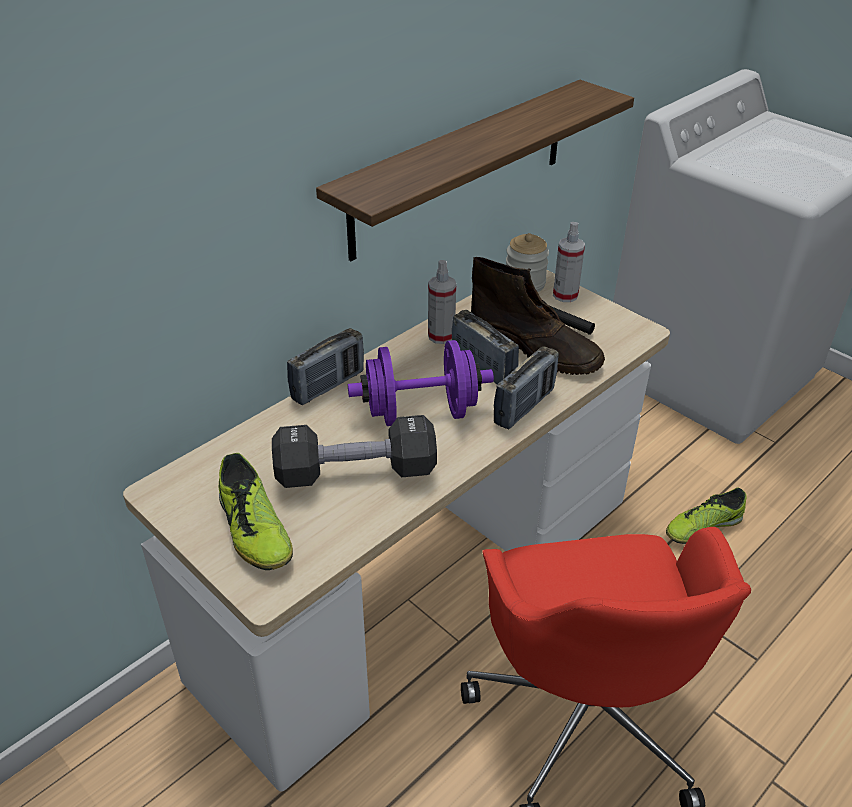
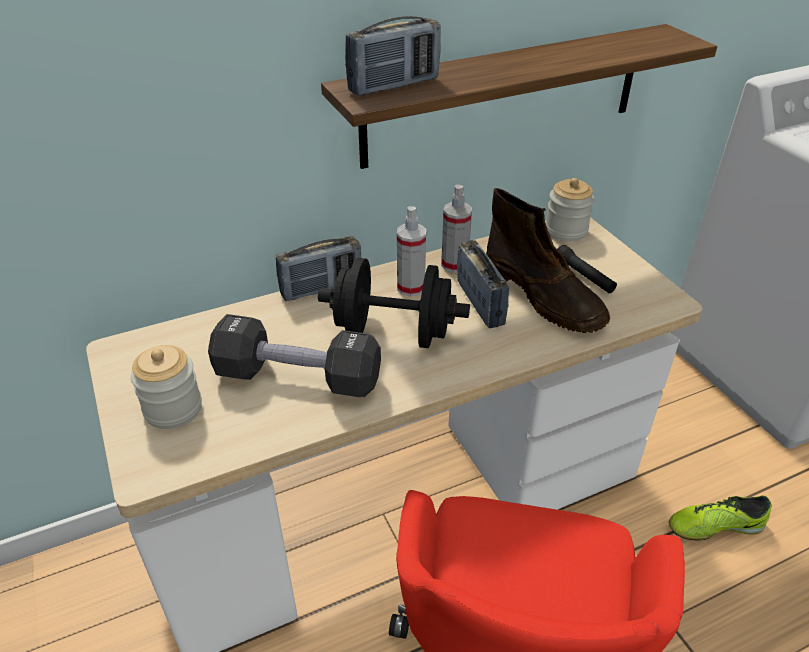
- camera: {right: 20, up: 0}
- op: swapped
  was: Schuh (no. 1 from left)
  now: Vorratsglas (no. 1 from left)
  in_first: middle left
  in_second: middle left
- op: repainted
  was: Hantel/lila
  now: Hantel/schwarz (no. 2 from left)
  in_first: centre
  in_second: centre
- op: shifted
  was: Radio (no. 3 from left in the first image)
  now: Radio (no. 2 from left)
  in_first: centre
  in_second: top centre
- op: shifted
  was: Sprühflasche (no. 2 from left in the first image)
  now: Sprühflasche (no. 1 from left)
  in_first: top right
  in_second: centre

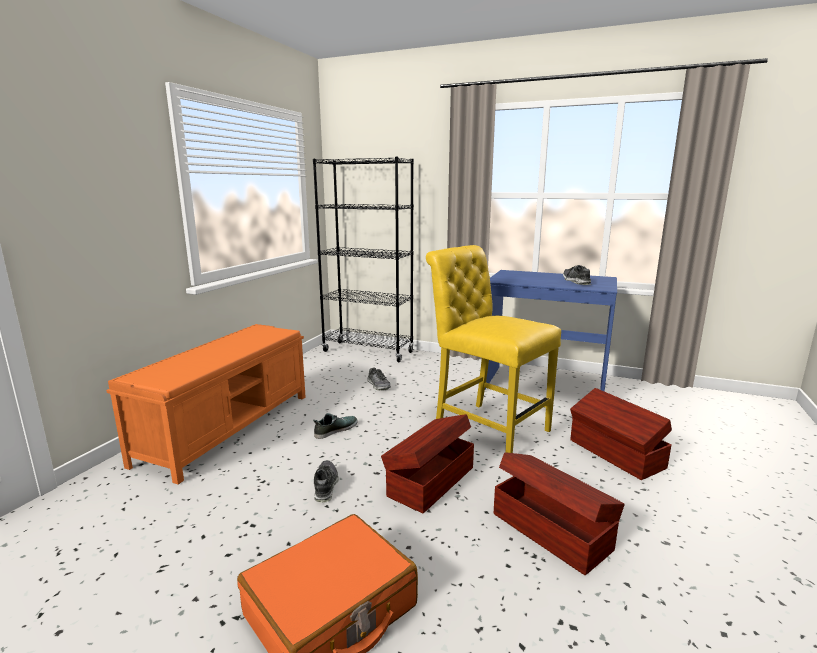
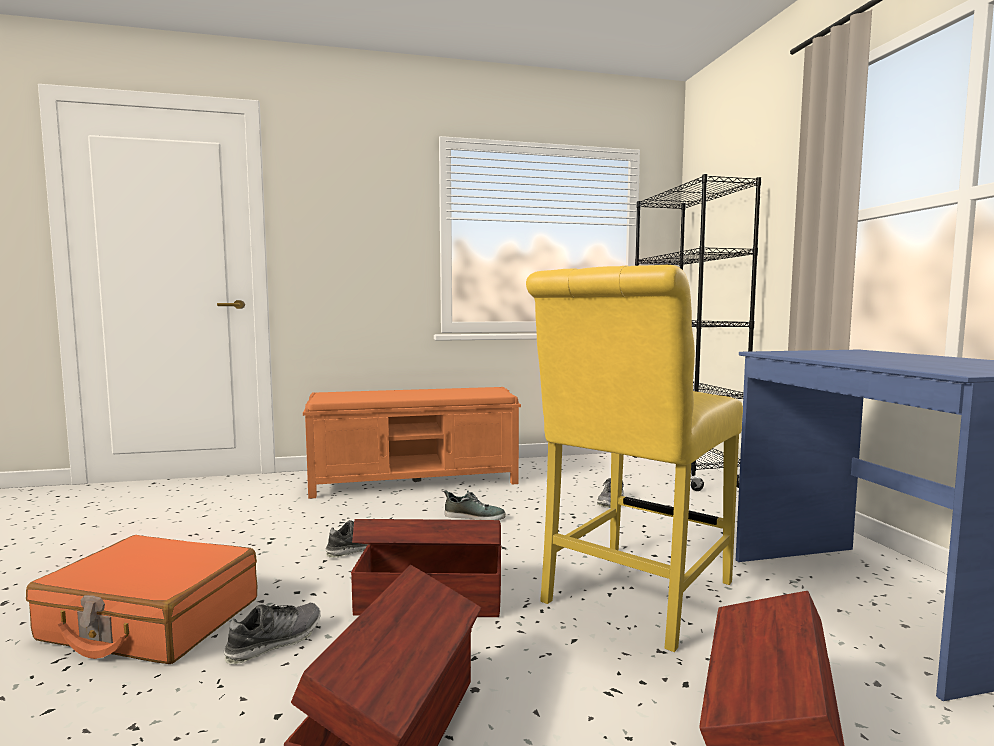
- camera: {right: 55, up: -10}
- op: shifted
  was: Schuh (no. 4 from left in the first image)
  now: Schuh (no. 1 from left)
  in_first: middle right
  in_second: bottom left
- op: rotated
  was: Stuhl/gelb
  in_first: centre
  in_second: centre
  clockwise: -150

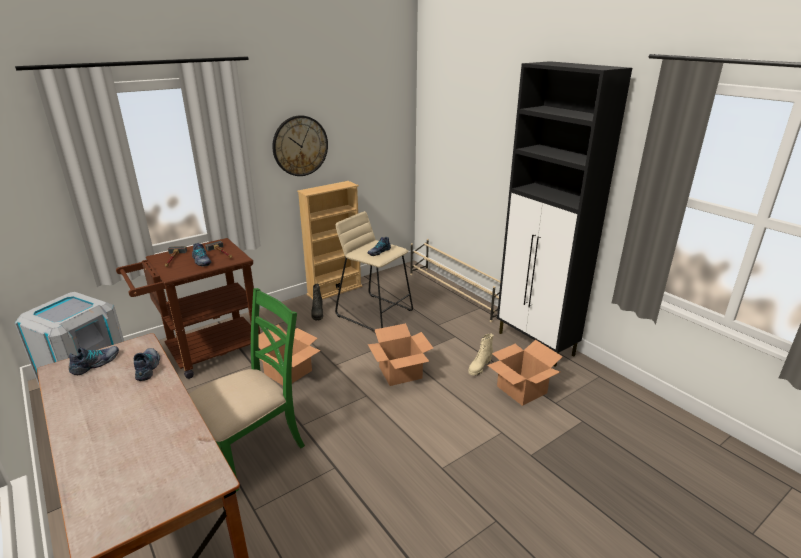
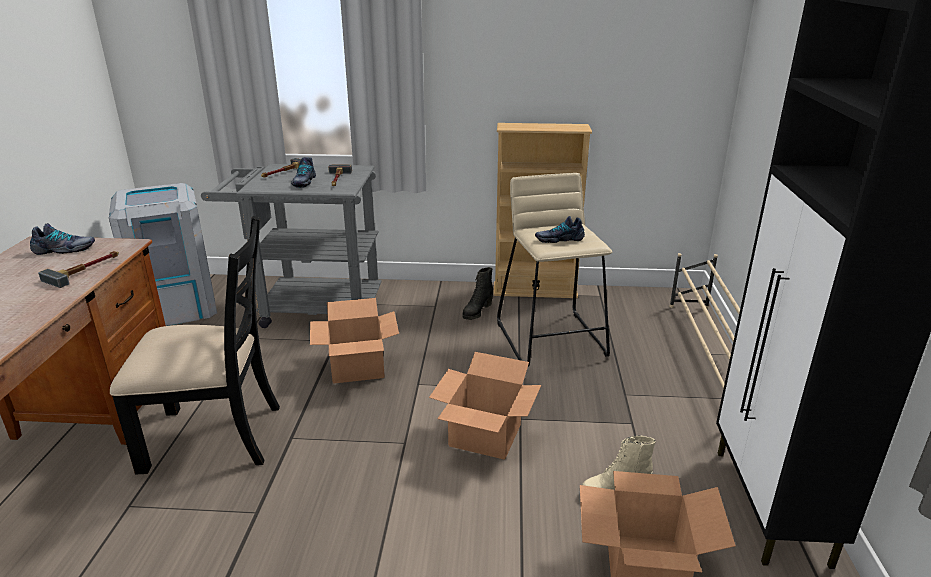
- camera: {right: 40, up: 0}
- op: swapped
  was: Schuh (no. 2 from left)
  now: Hammer (no. 1 from left)
  in_first: middle left
  in_second: middle left
- op: repainted
  was: Stuhl/grün
  now: Stuhl/schwarz
  in_first: bottom left
  in_second: middle left
- op: repainted
  was: Rollwagen/braun
  now: Rollwagen/grau
  in_first: middle left
  in_second: middle left
- op: gone
  was: Wanduhr
  in_first: top centre

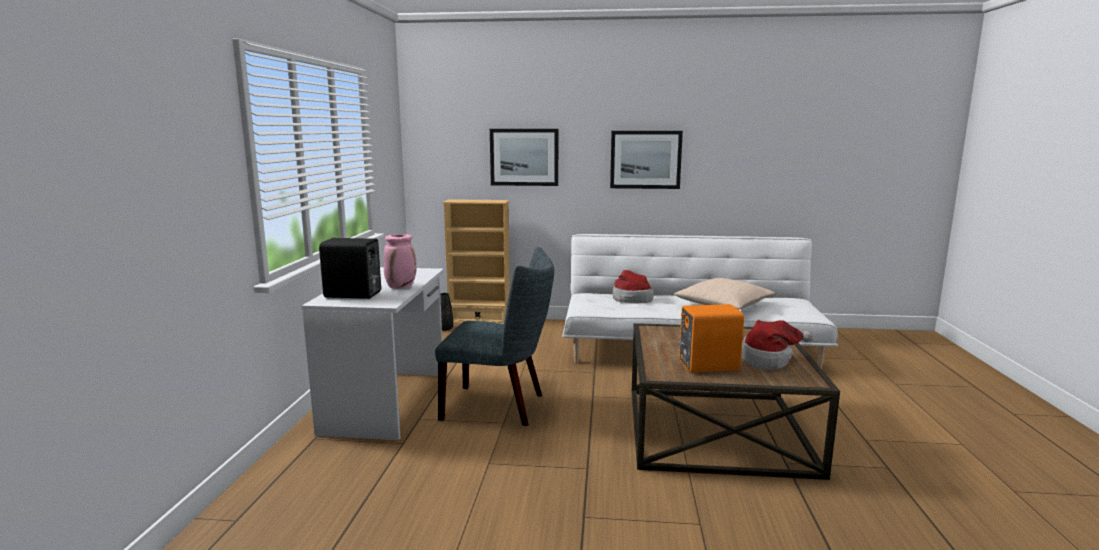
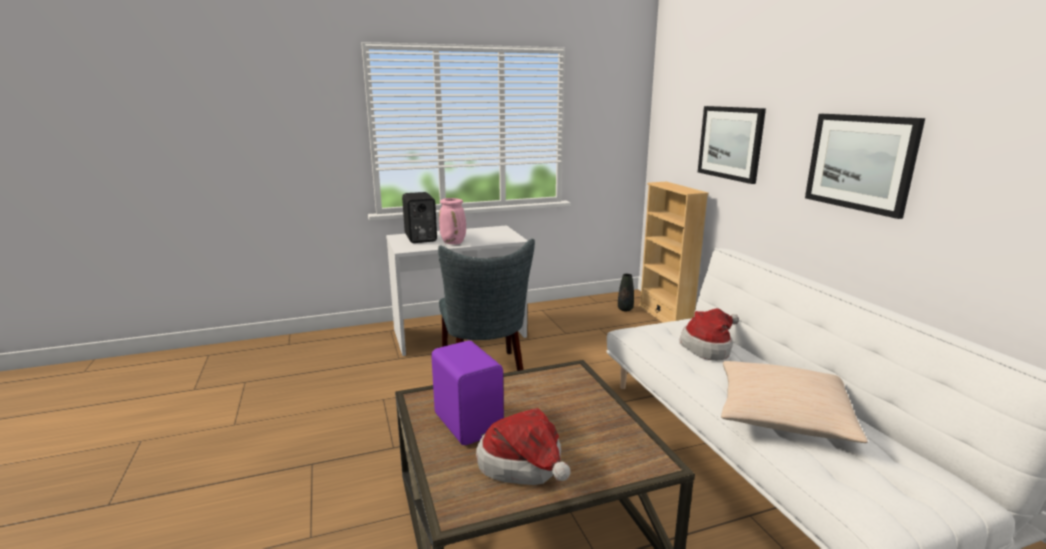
- camera: {right: 65, up: 5}
- op: repainted
  was: Lautsprecher/orange
  now: Lautsprecher/lila
  in_first: centre
  in_second: bottom centre

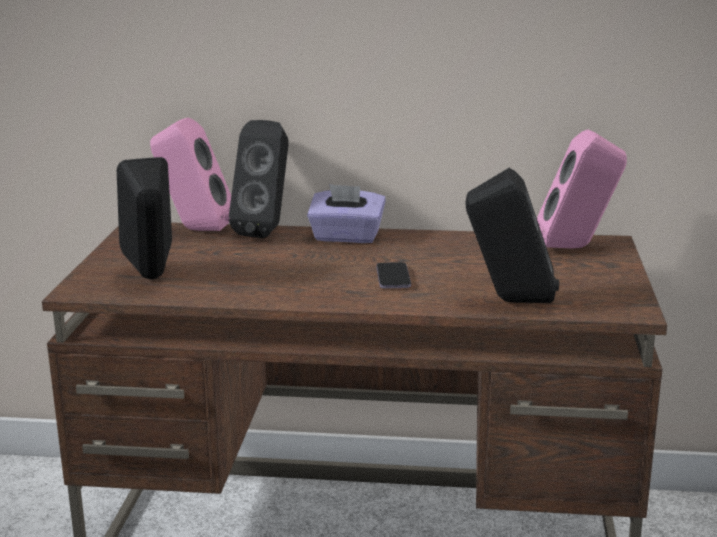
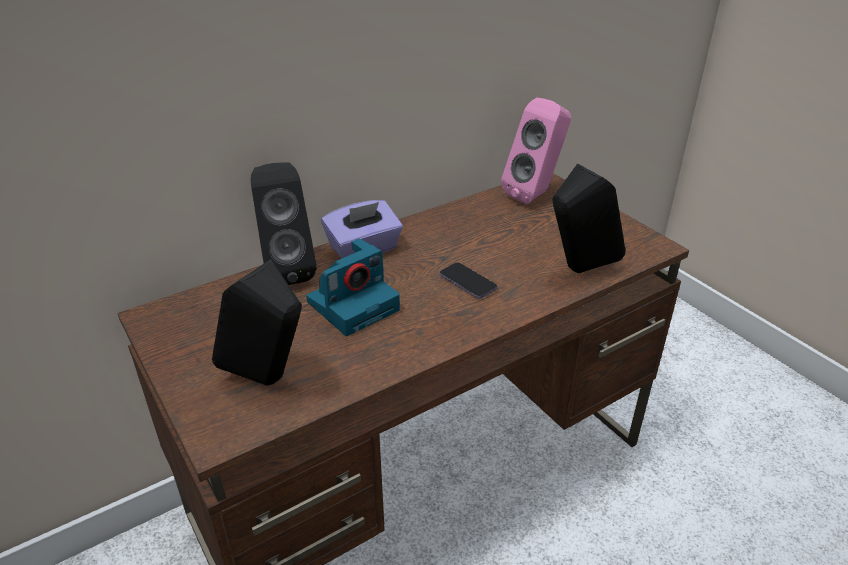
- camera: {right: -40, up: 15}
- op: new
  now: Kamera
  in_second: centre
- op: gone
  was: Lautsprecher/rosa (no. 1 from left)
  in_first: top left

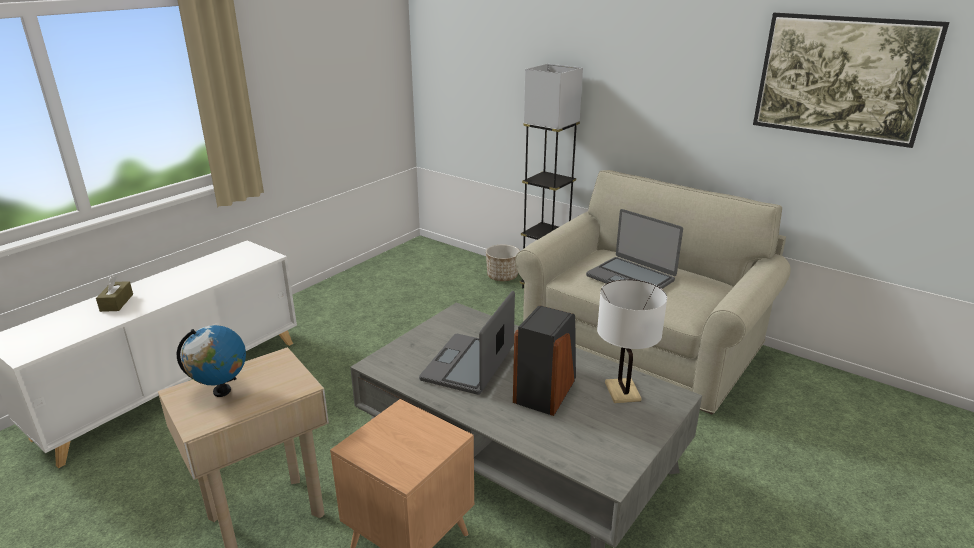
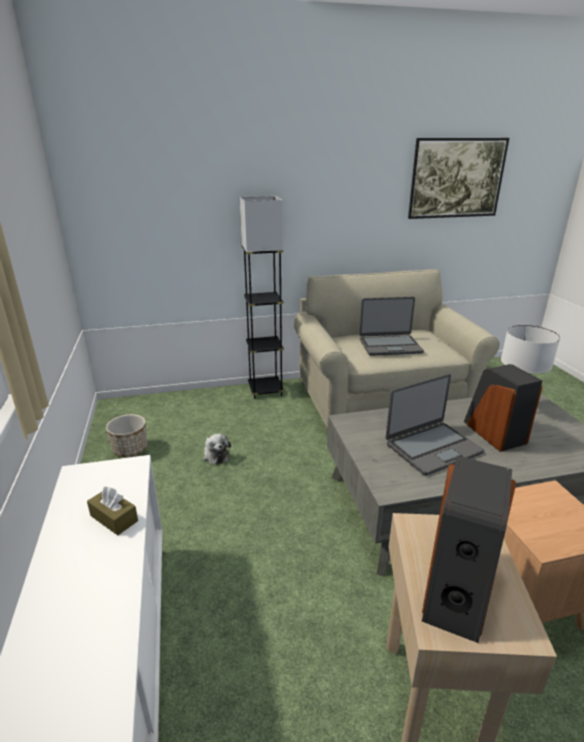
- camera: {right: -50, up: 0}
- op: shifted
  was: Taschentuchbox/braun
  in_first: middle left
  in_second: bottom left
- op: shifted
  was: Pflanzkübel
  in_first: centre
  in_second: middle left
- op: new
  now: Plüschtier
  in_second: centre
- op: rotated
  was: Laptop (no. 1 from left in the first image)
  in_first: centre
  in_second: middle right
  clockwise: -90
- op: swapped
  was: Globus
  now: Lautsprecher (no. 1 from left)
  in_first: middle left
  in_second: bottom right

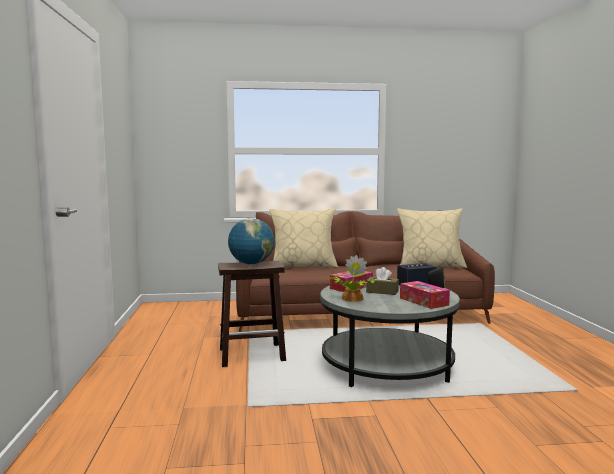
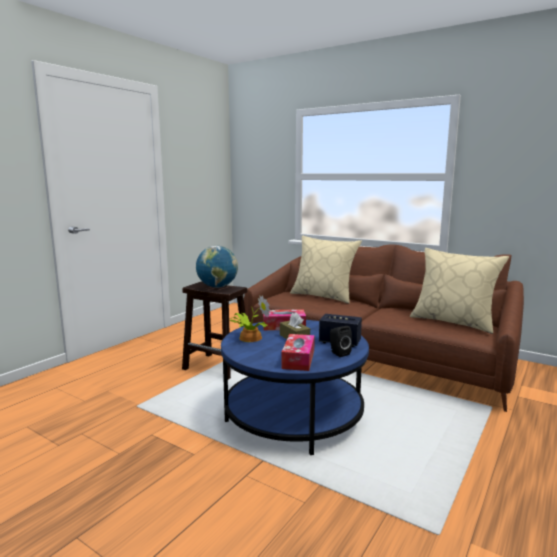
- camera: {right: 40, up: 5}
- op: repainted
  was: Couchtisch/grau
  now: Couchtisch/blau
  in_first: bottom centre
  in_second: bottom centre

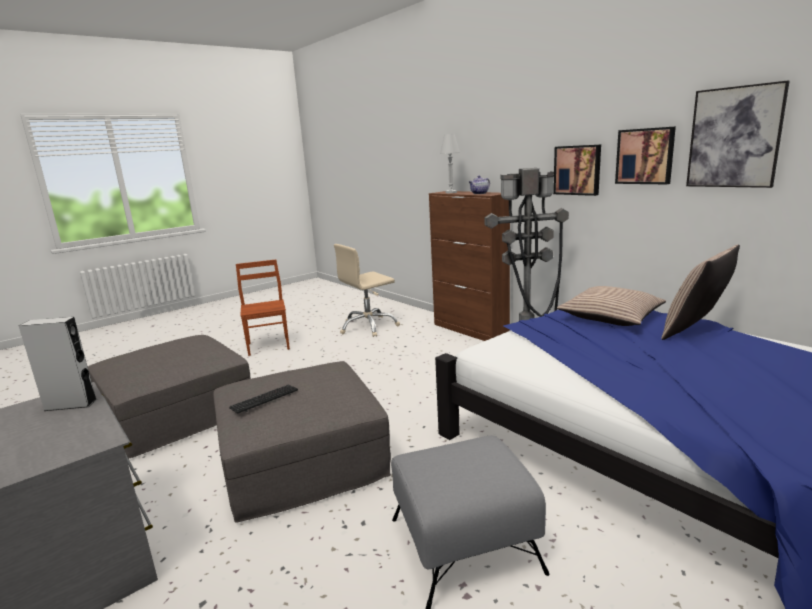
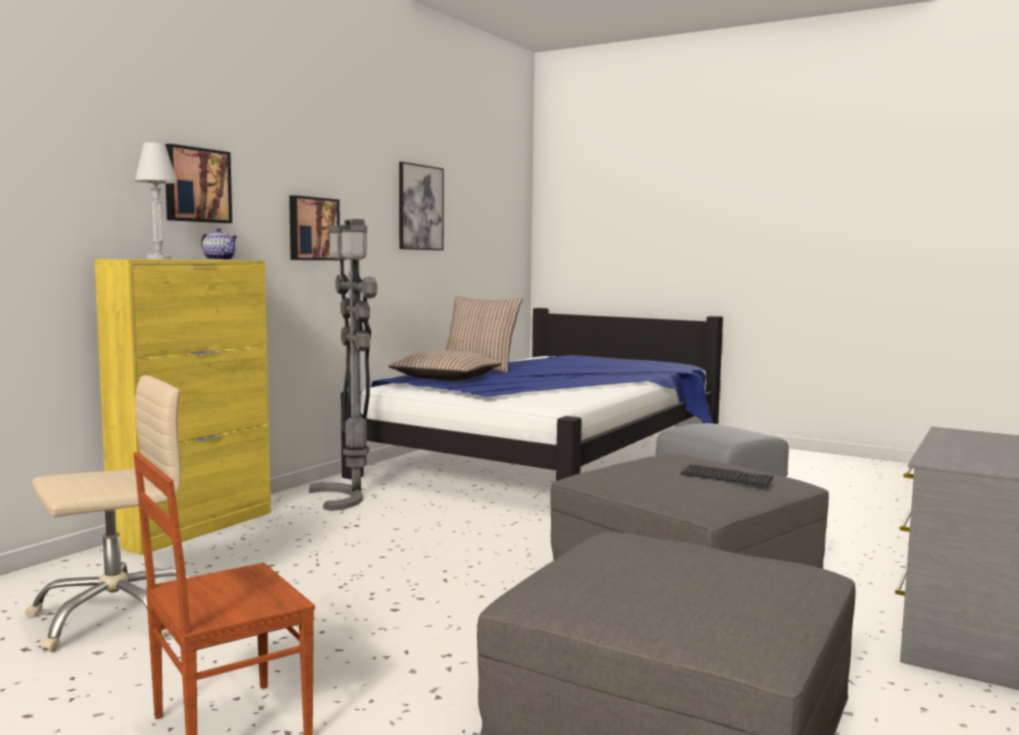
- camera: {right: -110, up: -10}
- op: rotated
  was: Bürostuhl/beige
  in_first: centre
  in_second: bottom left
  clockwise: -75
- op: repainted
  was: Schrank/braun
  now: Schrank/gelb
  in_first: centre
  in_second: middle left
- op: shifted
  was: Bild (no. 2 from left in the first image)
  now: Bild (no. 1 from left)
  in_first: top right
  in_second: top left
- op: gone
  was: Lautsprecher/grau
  in_first: middle left

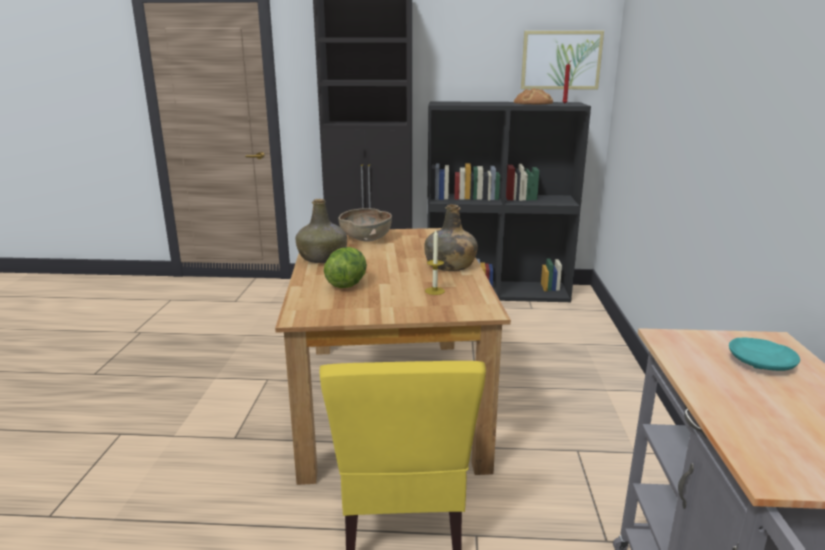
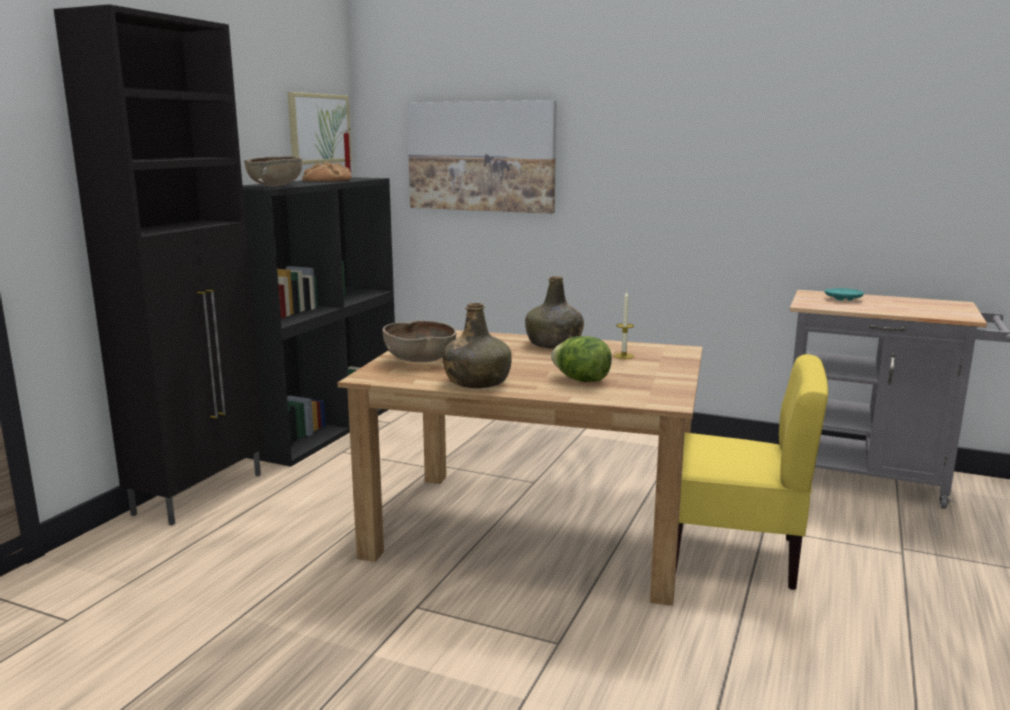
- camera: {right: -70, up: -5}
- op: new
  now: Schüssel/braun (no. 1 from left)
  in_second: top left
- op: new
  now: Bild (no. 2 from left)
  in_second: top centre

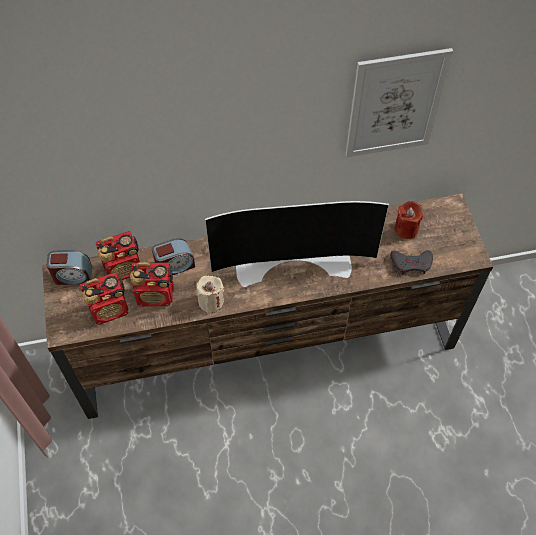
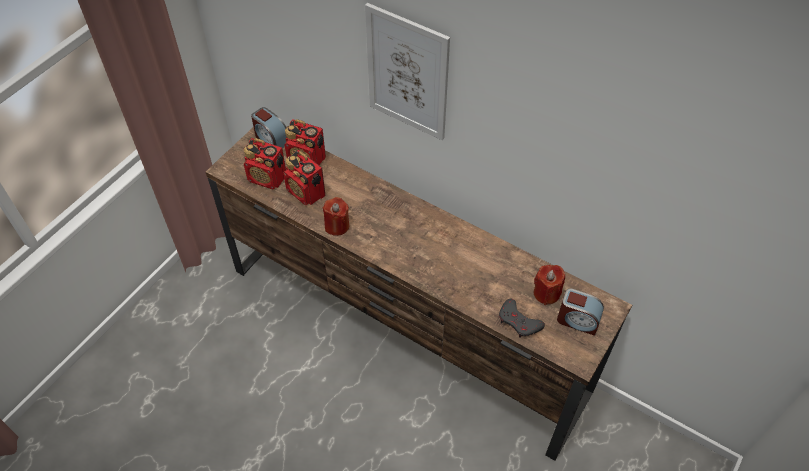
- camera: {right: 45, up: -5}
- op: repainted
  was: Kerze/beige
  now: Kerze/rot (no. 1 from left)
  in_first: centre
  in_second: centre
- op: shifted
  was: Bild
  in_first: top right
  in_second: top centre
- op: shifted
  was: Wecker (no. 2 from left)
  in_first: middle left
  in_second: middle right
- op: gone
  was: Fernseher
  in_first: centre

